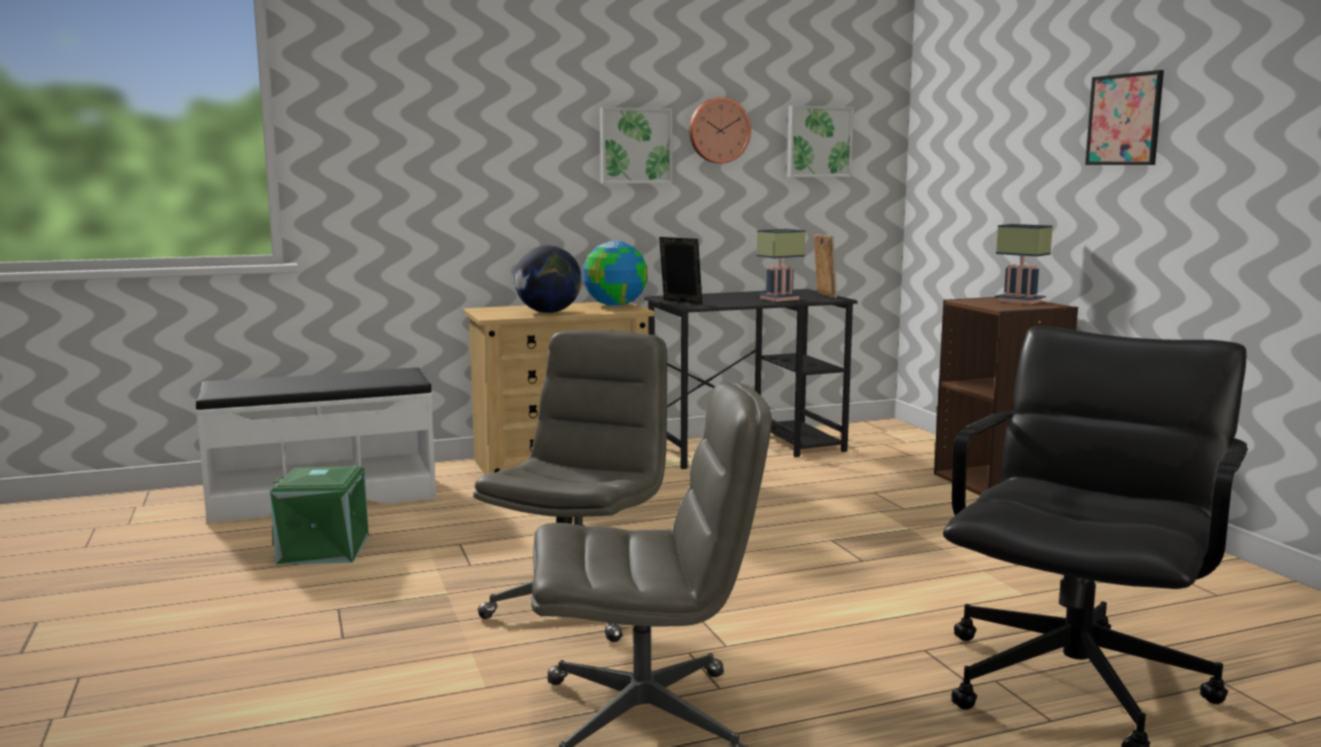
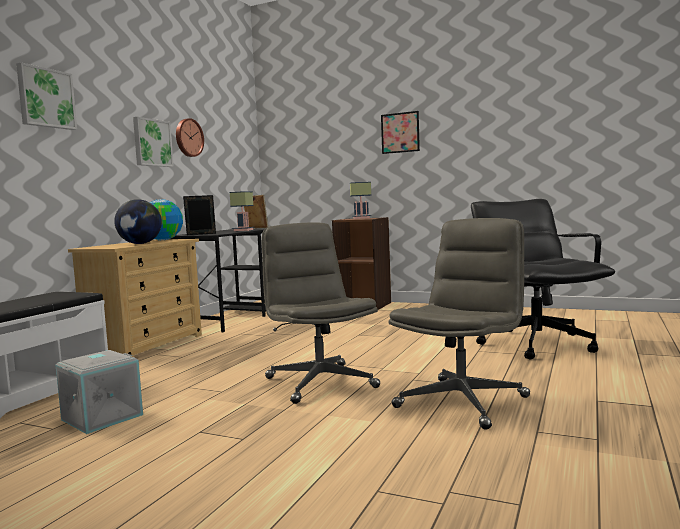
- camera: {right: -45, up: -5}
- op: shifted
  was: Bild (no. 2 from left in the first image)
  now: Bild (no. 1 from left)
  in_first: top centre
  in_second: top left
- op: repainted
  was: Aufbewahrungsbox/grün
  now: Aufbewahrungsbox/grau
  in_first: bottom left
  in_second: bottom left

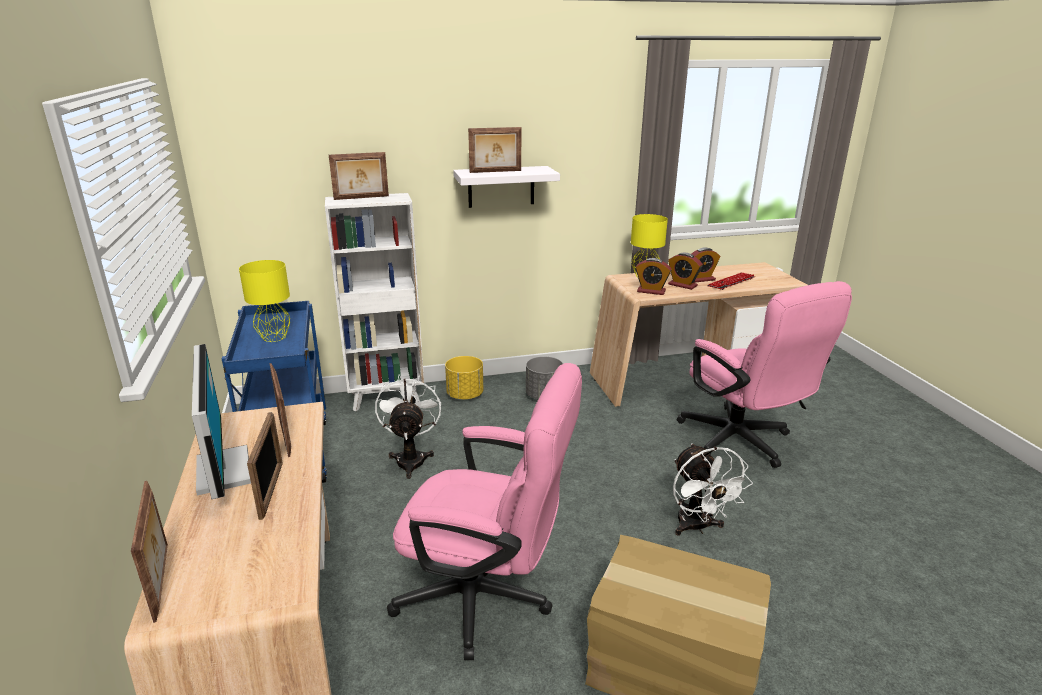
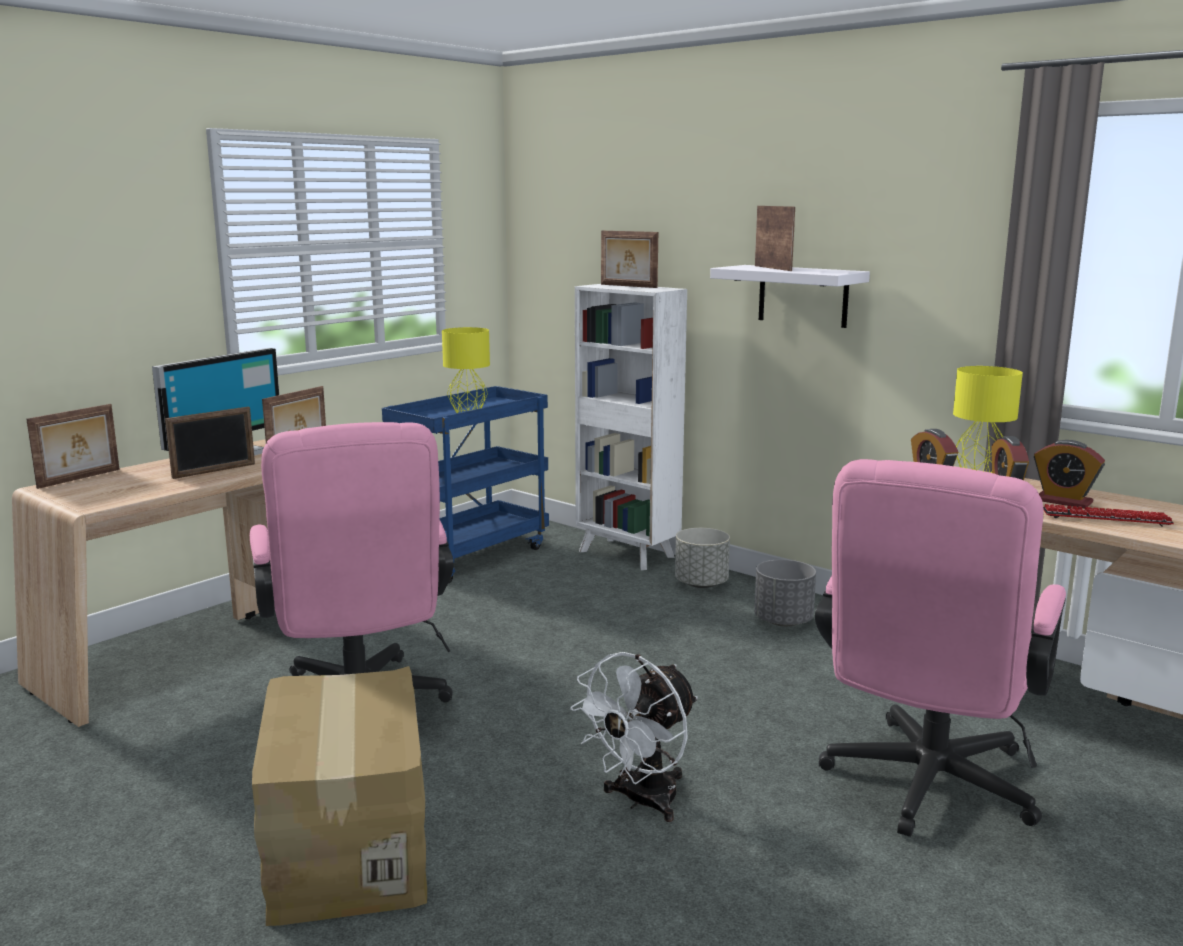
- camera: {right: 55, up: -10}
- op: repainted
  was: Pflanzkübel/gelb
  now: Pflanzkübel/grau (no. 1 from left)
  in_first: centre
  in_second: centre
- op: rotated
  was: Bilderrahmen (no. 5 from left)
  in_first: top centre
  in_second: top centre
  clockwise: -150
- op: gone
  was: Ventilator/weiß (no. 1 from left)
  in_first: centre

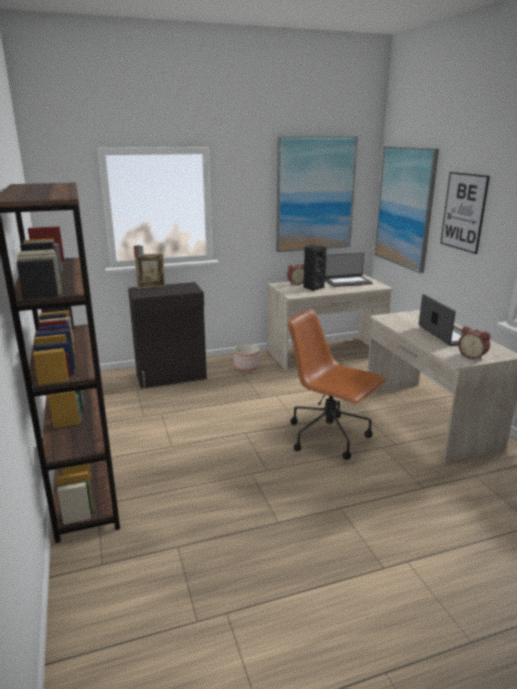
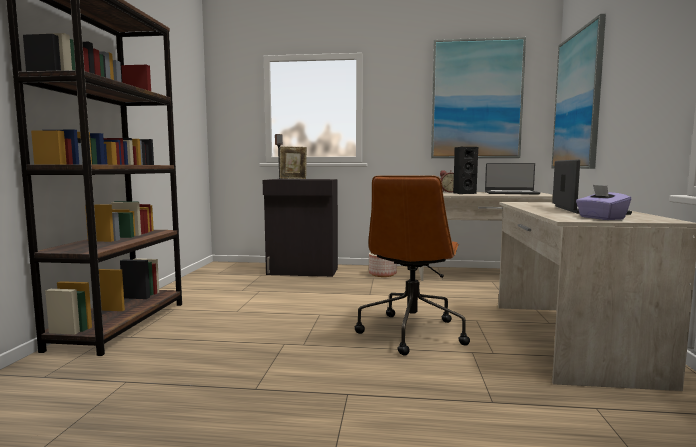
- camera: {right: 25, up: -15}
- op: rotated
  was: Bürostuhl/braun
  in_first: centre
  in_second: centre
  clockwise: -135
- op: swapped
  was: Wecker (no. 2 from left)
  now: Taschentuchbox/lila
  in_first: middle right
  in_second: middle right
- op: gone
  was: Bild (no. 3 from left)
  in_first: top right

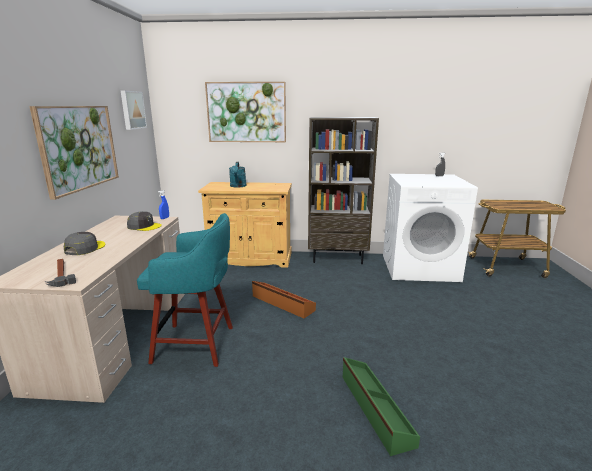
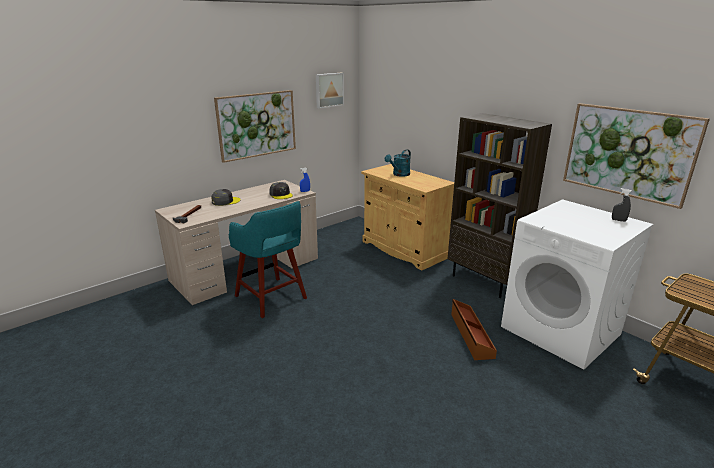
- camera: {right: 45, up: 5}
- op: shifted
  was: Aufbewahrungsbox/braun
  in_first: centre
  in_second: bottom centre
- op: shifted
  was: Bild (no. 3 from left)
  in_first: top centre
  in_second: middle right
- op: gone
  was: Aufbewahrungsbox/grün
  in_first: bottom centre

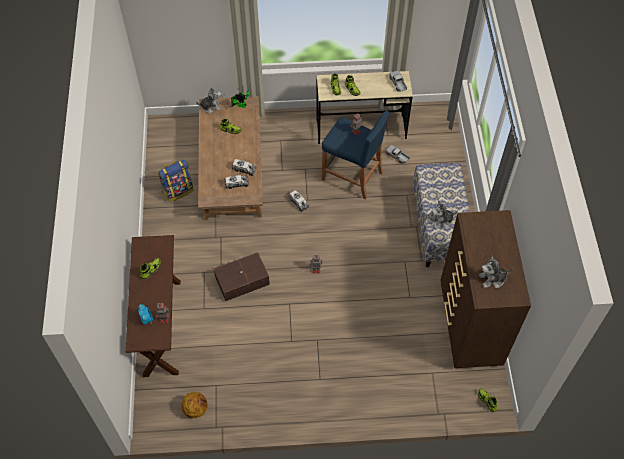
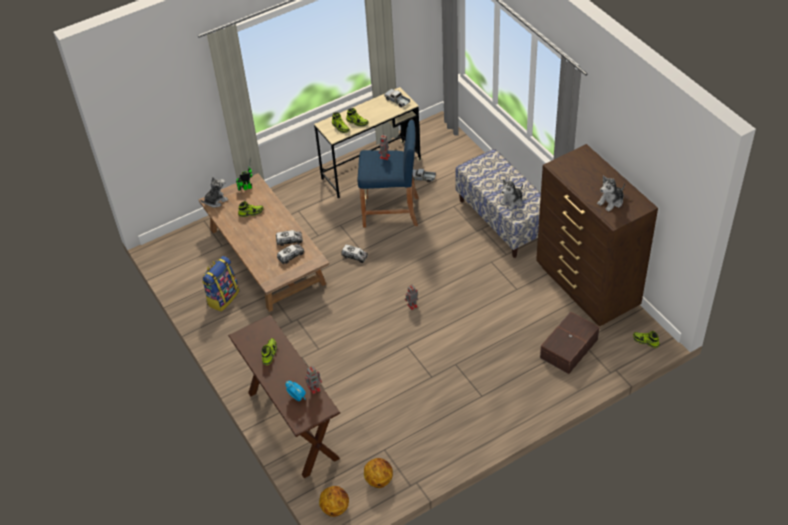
- camera: {right: -25, up: -10}
- op: new
  now: Basketball (no. 1 from left)
  in_second: bottom centre
- op: shifted
  was: Aufbewahrungsbox/braun
  in_first: centre
  in_second: middle right

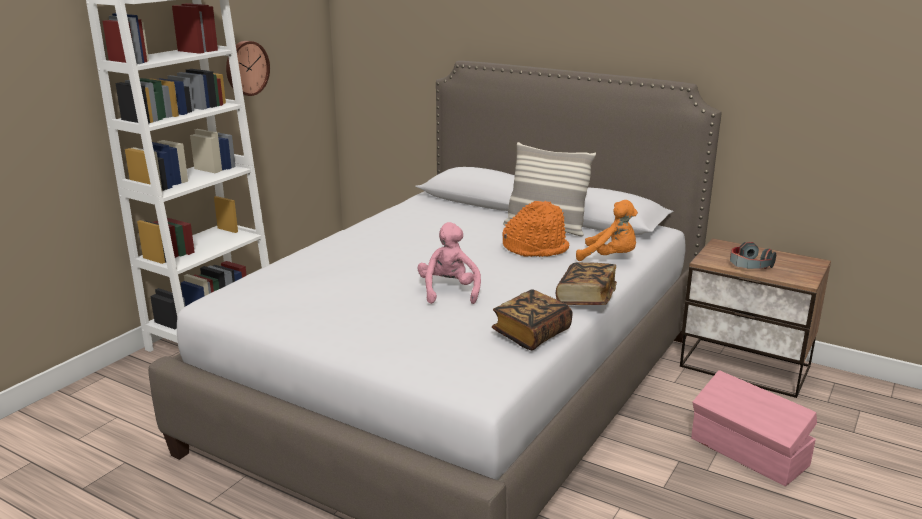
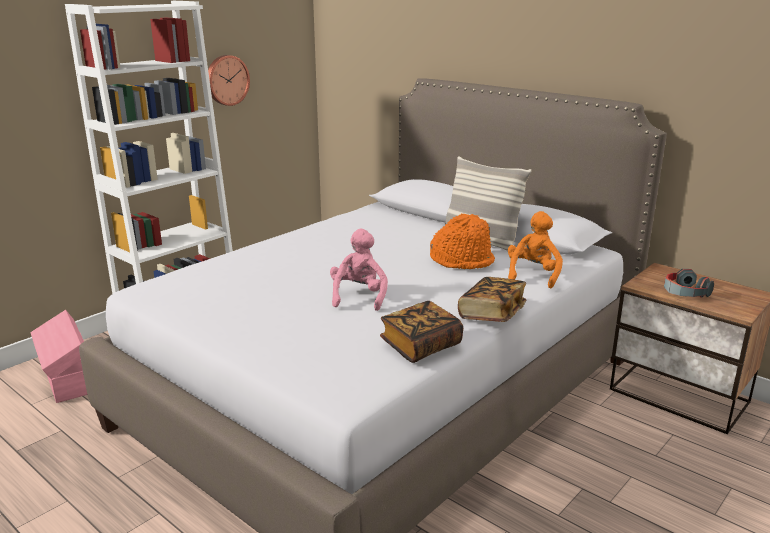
- camera: {right: 10, up: 0}
- op: shifted
  was: Aufbewahrungsbox/rosa
  in_first: bottom right
  in_second: bottom left
- op: rotated
  was: Plüschtier/orange
  in_first: centre
  in_second: middle right
  clockwise: -105

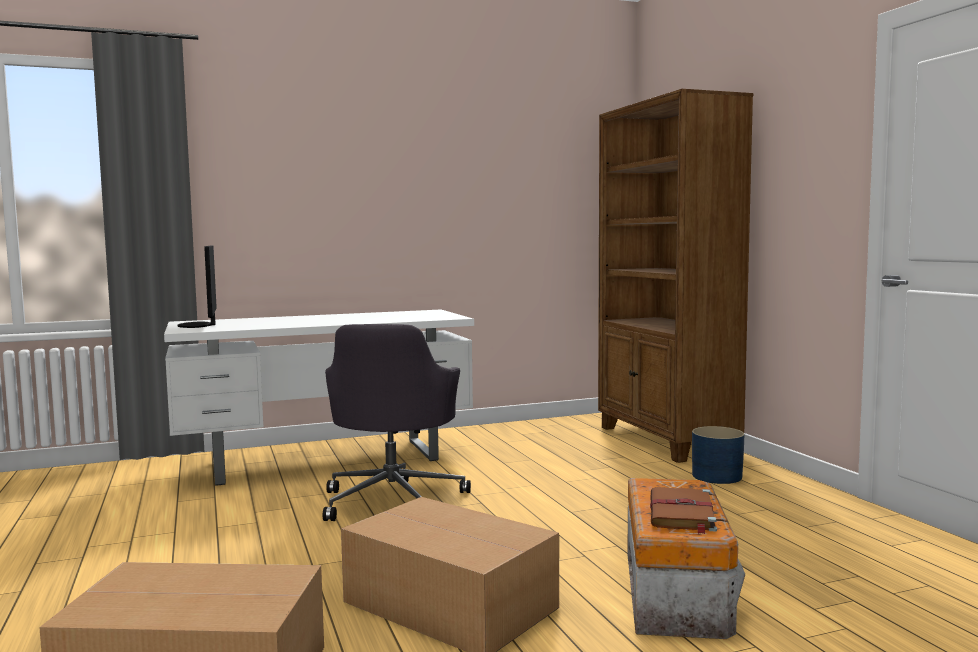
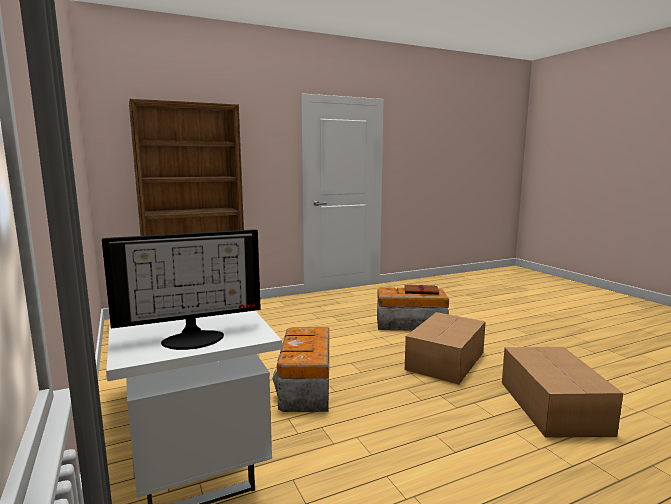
- camera: {right: -95, up: 5}
- op: swapped
  was: Bürostuhl/grau
  now: Aufbewahrungsbox (no. 1 from left)
  in_first: centre
  in_second: bottom centre
- op: gone
  was: Pflanzkübel/blau
  in_first: bottom right

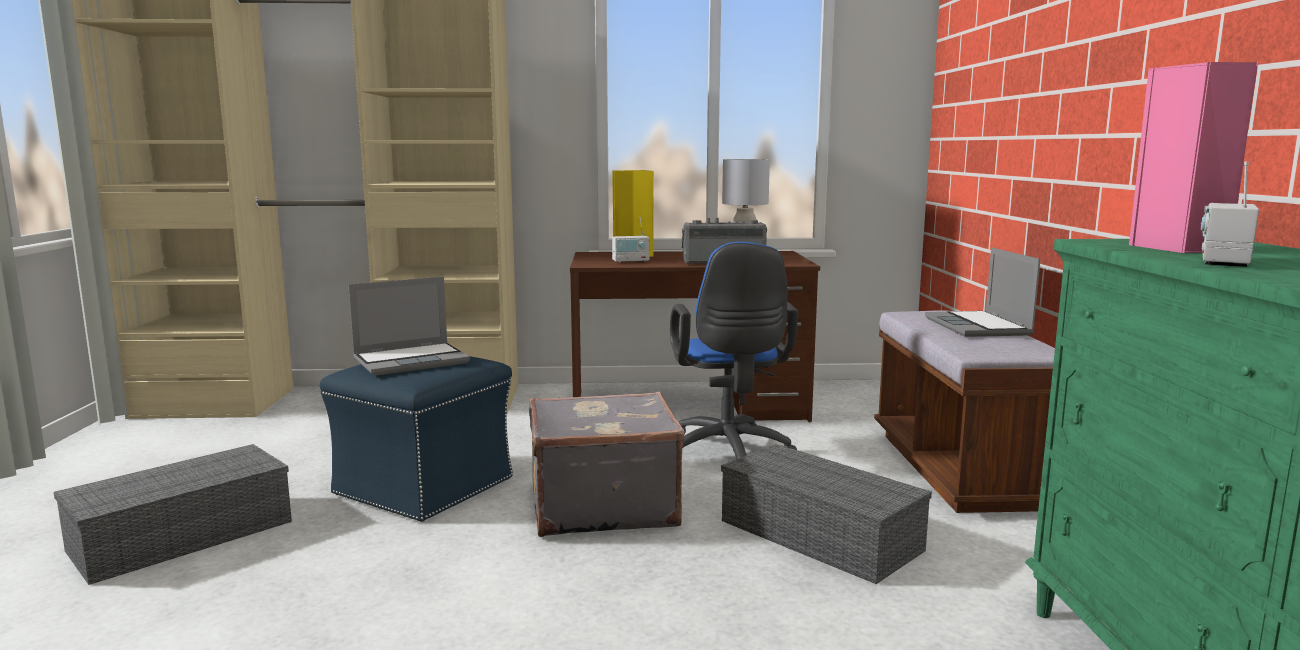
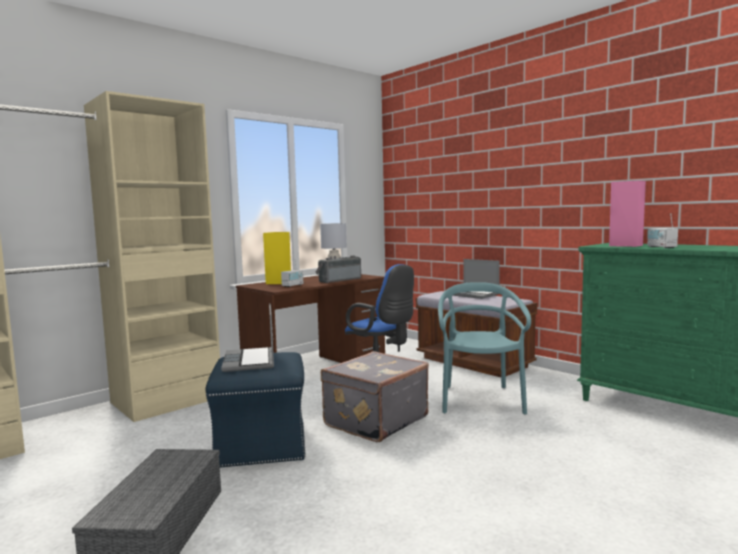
- camera: {right: -40, up: -5}
- op: rotated
  was: Laptop (no. 1 from left)
  in_first: middle left
  in_second: centre
  clockwise: 150
- op: swapped
  was: Aufbewahrungsbox/grau (no. 2 from left)
  now: Stuhl/türkis
  in_first: bottom centre
  in_second: centre

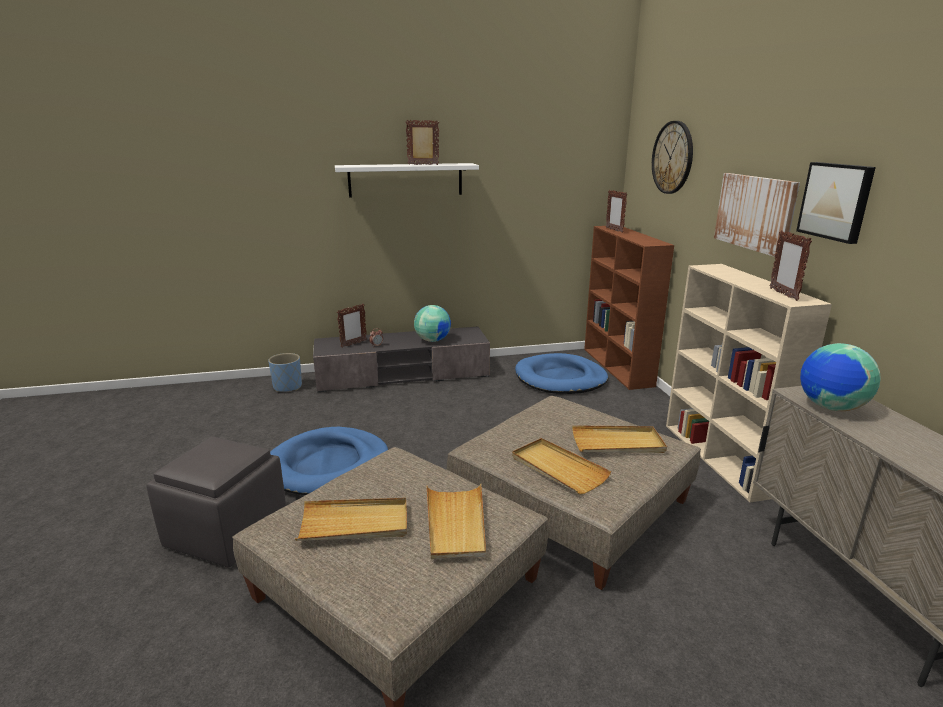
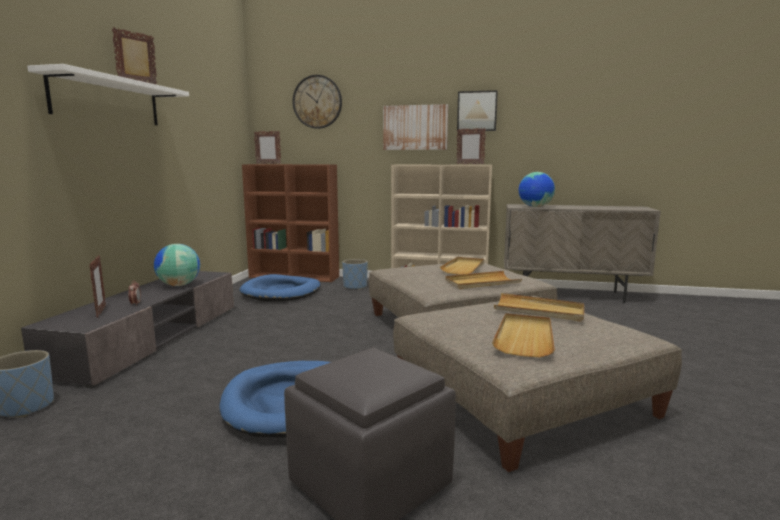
- camera: {right: -65, up: -10}
- op: new
  now: Pflanzkübel/blau (no. 2 from left)
  in_second: centre

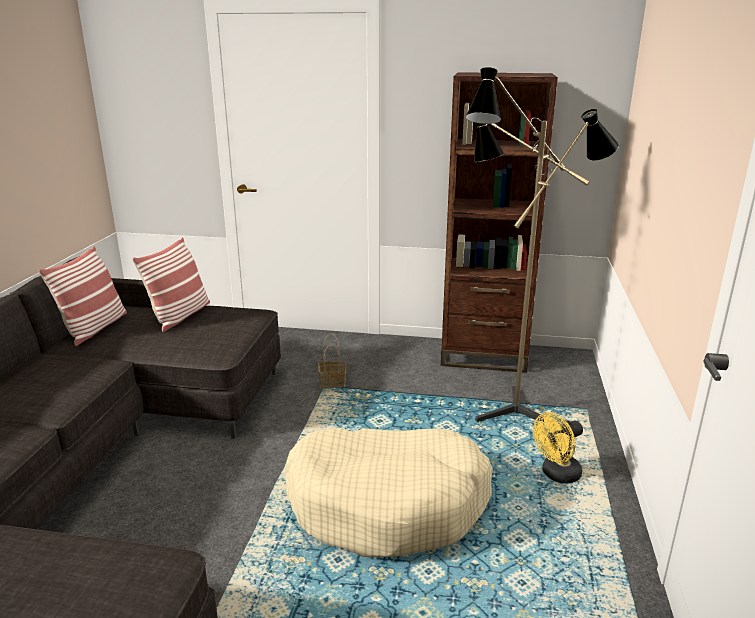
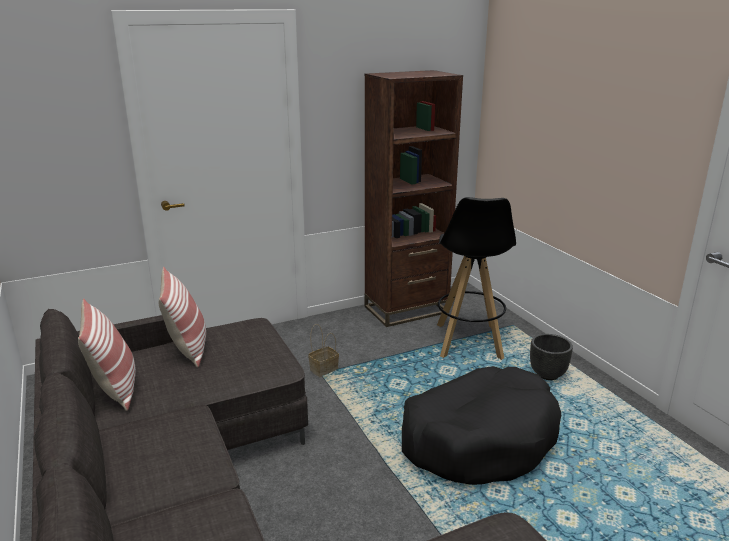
- camera: {right: -35, up: 0}
- op: repainted
  was: Hundebett/beige
  now: Hundebett/schwarz
  in_first: bottom centre
  in_second: bottom centre
- op: swapped
  was: Stehlampe
  now: Hocker/schwarz
  in_first: middle right
  in_second: centre
- op: swapped
  was: Ventilator/gelb
  now: Pflanzkübel/schwarz
  in_first: bottom right
  in_second: middle right

